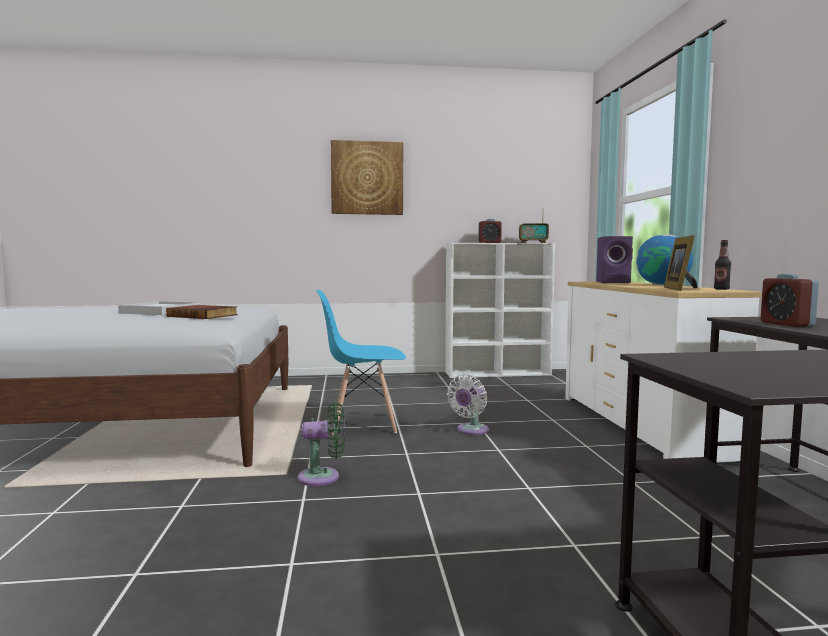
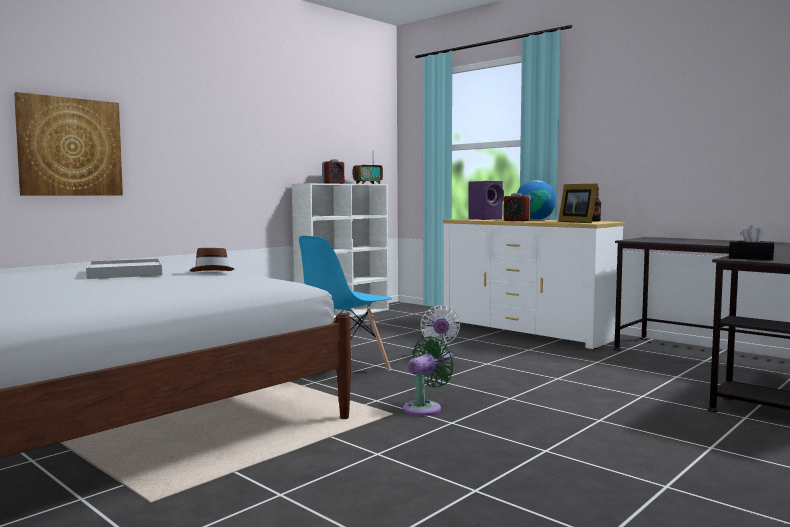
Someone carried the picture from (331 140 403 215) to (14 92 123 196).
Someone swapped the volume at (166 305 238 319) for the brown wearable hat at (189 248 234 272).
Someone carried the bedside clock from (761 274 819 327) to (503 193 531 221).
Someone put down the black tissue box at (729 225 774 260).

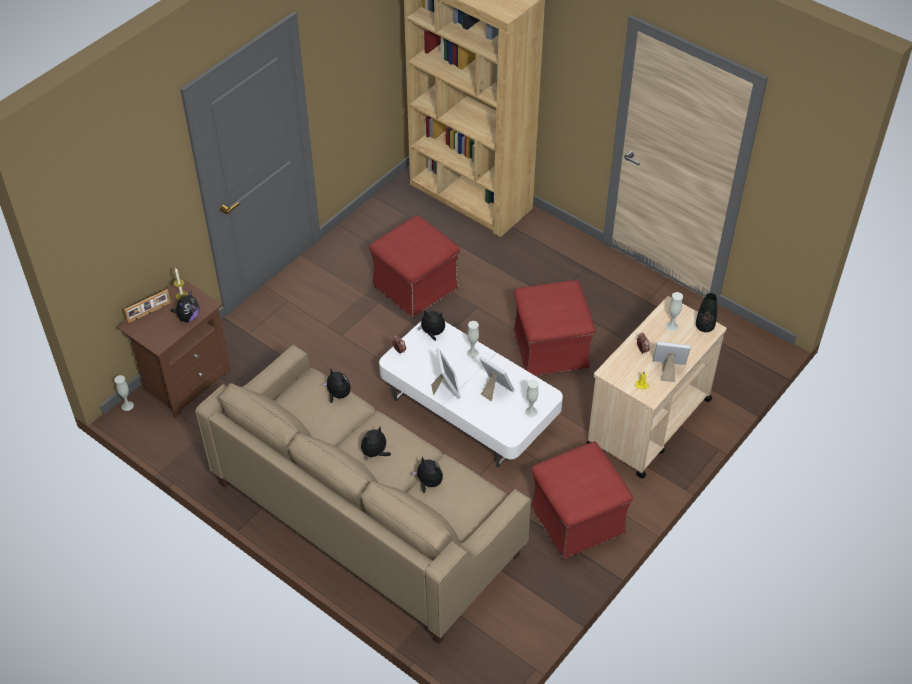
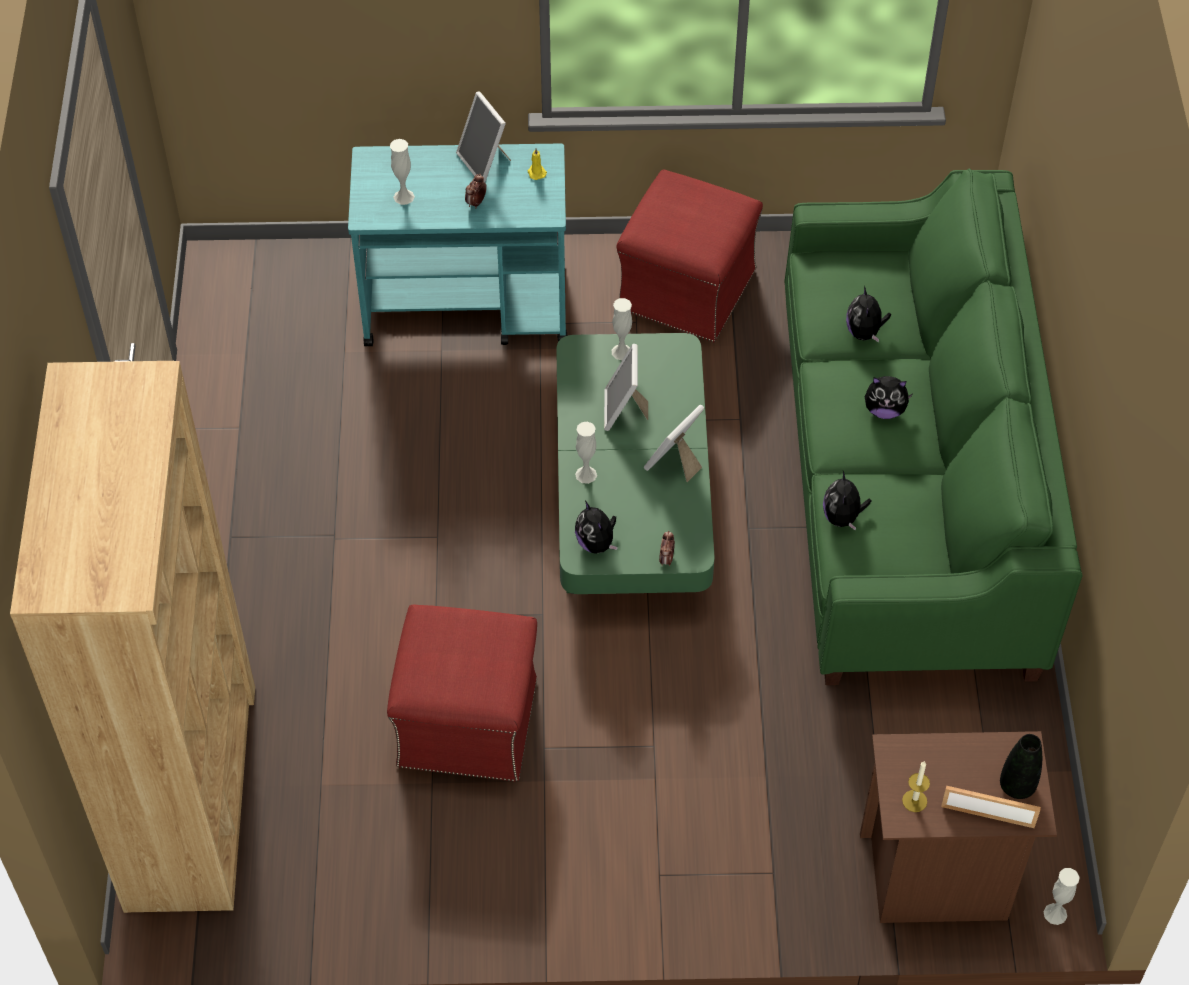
Someone repainted the sand-coloured cart at (586 296 727 478), which became the turquoise-coloured cart at (348 144 568 346).
Someone repainted the white-coloured coffee table at (379 321 563 467), which became the green-coloured coffee table at (556 333 714 594).
Someone repainted the sand-coloured sofa at (195 345 531 644), which became the green-coloured sofa at (784 168 1082 685).
Someone carried the black decorative vase from (696 293 717 332) to (1000 734 1042 799).
Someone took away the cuddly toy at (171 291 199 322).
Someone took away the reddish pouffe at (513 280 595 376).

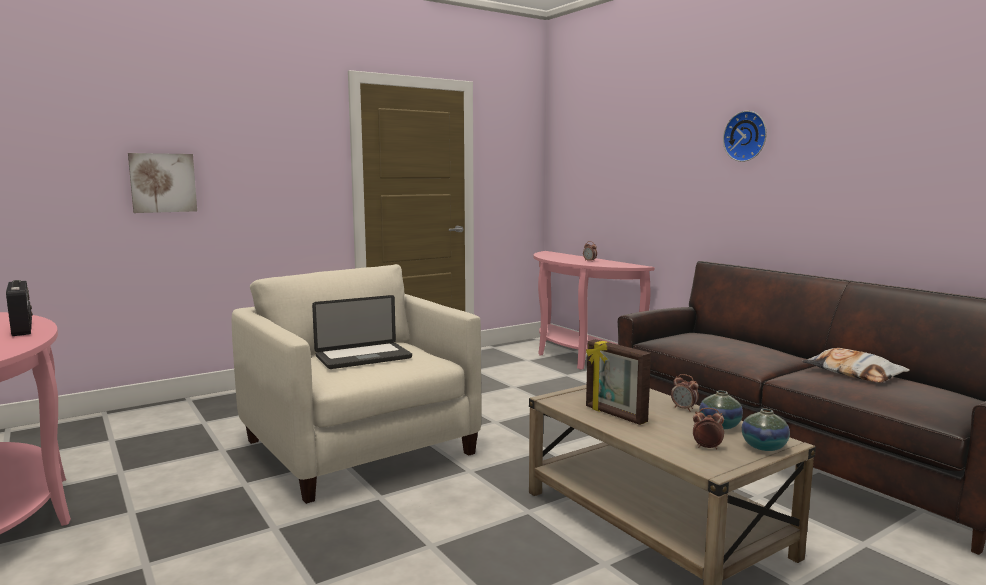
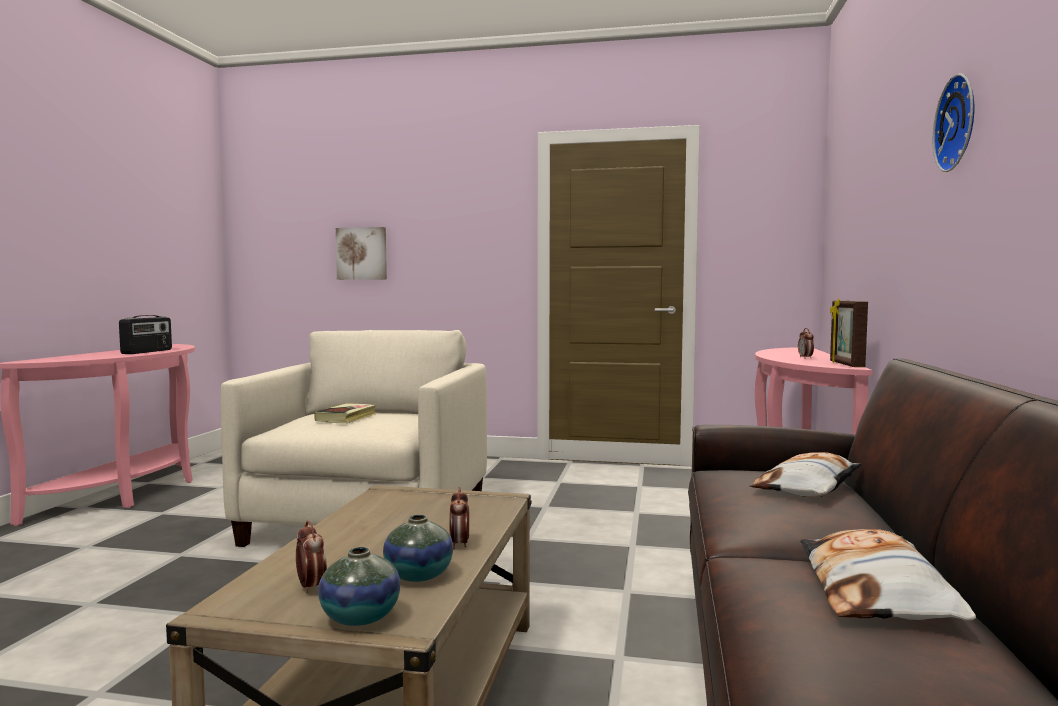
Someone swapped the portable computer at (312 295 412 369) for the volume at (314 403 376 423).
Someone put down the cushion at (750 452 862 497).
Someone carried the standing frame from (586 339 651 425) to (830 298 868 367).

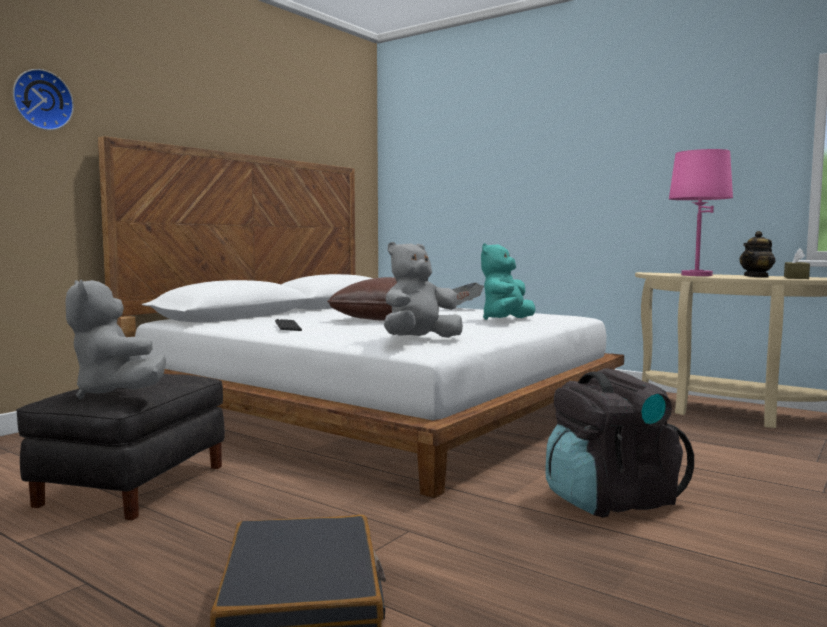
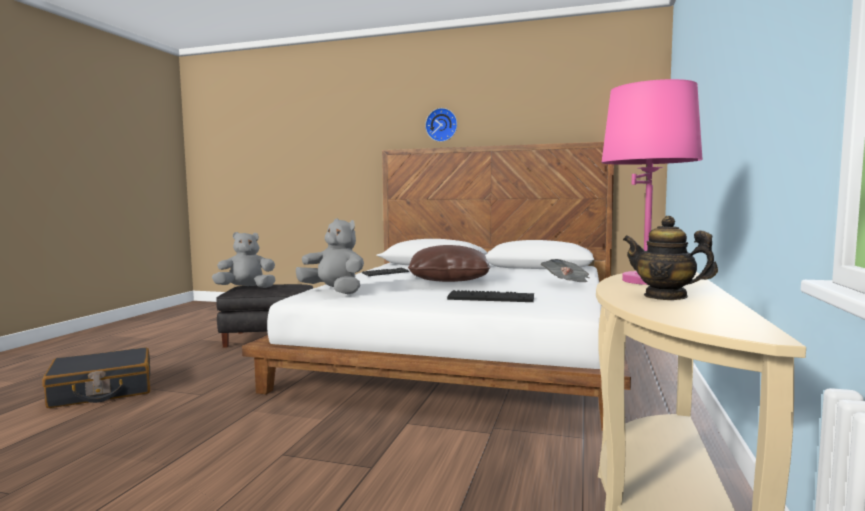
Someone rotated the grey cuddly toy at (65 280 166 399) by 45 degrees clockwise.
Someone carried the hanging clock from (13 69 74 130) to (425 108 457 142).
Someone swapped the turquoise-coloured cuddly toy at (481 243 536 320) for the computer keyboard at (447 290 534 302).
Someone took away the black knapsack at (545 368 694 518).
Someone took away the brown tissue box at (784 248 810 279).

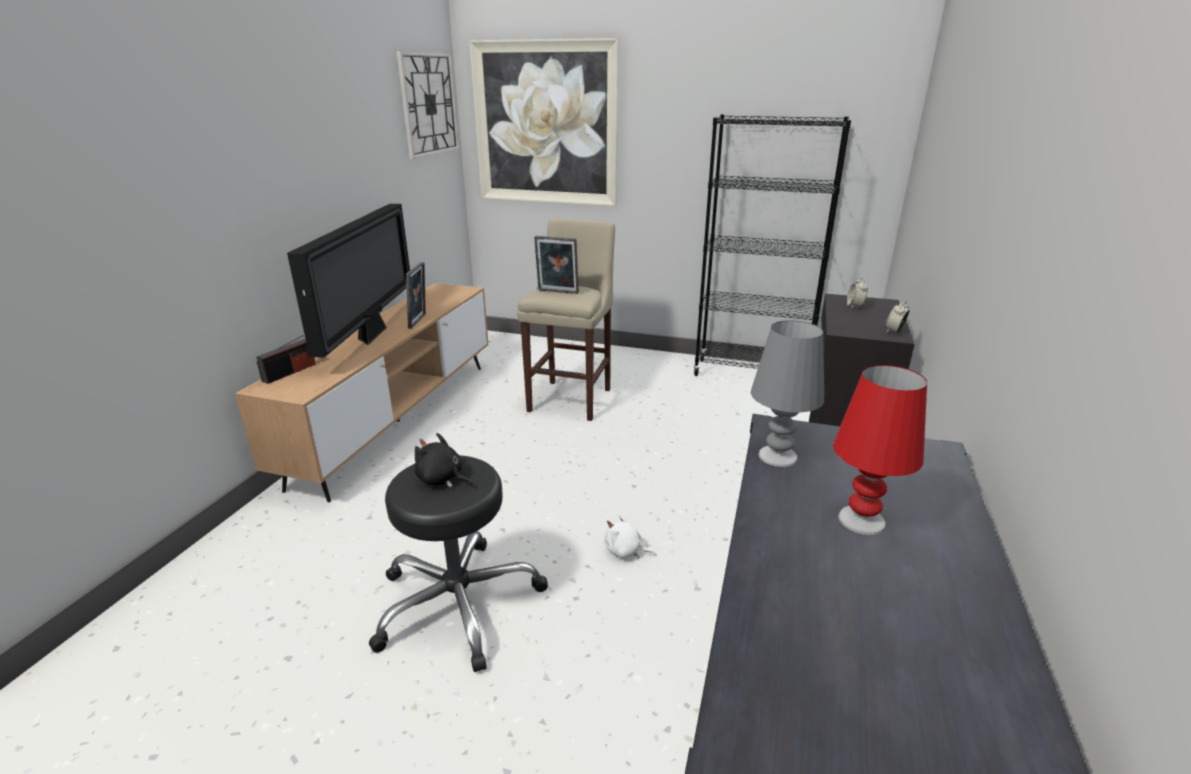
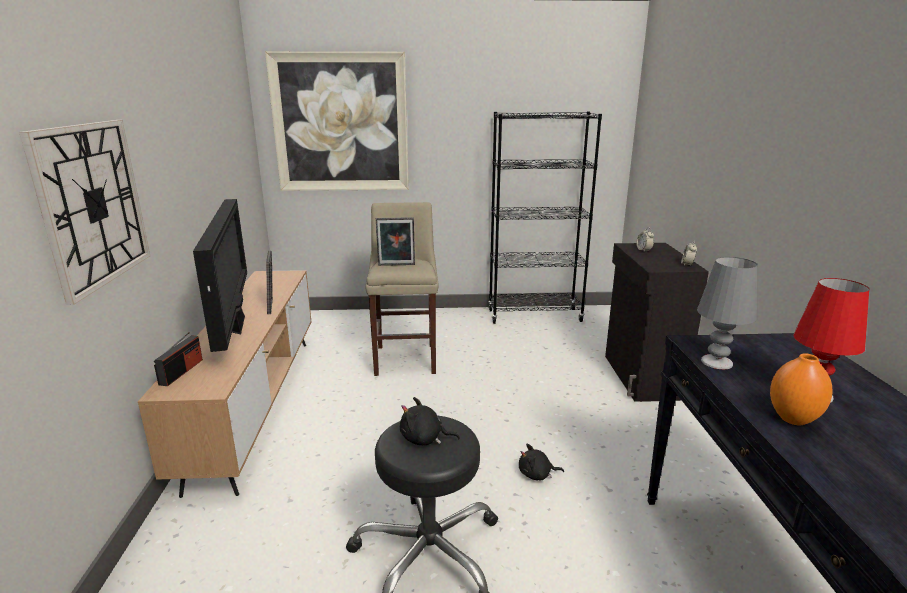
Someone carried the hanging clock from (397 51 459 159) to (19 120 150 305).
Someone repainted the white-coloured cuddly toy at (605 514 657 558), which became the black cuddly toy at (519 444 564 480).
Someone put down the orange-coloured decorative vase at (770 353 833 425).

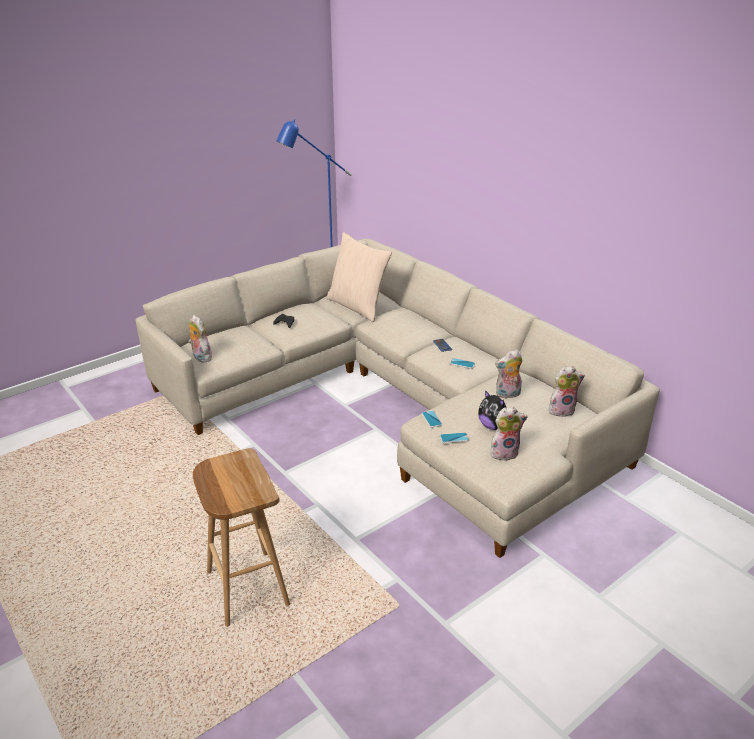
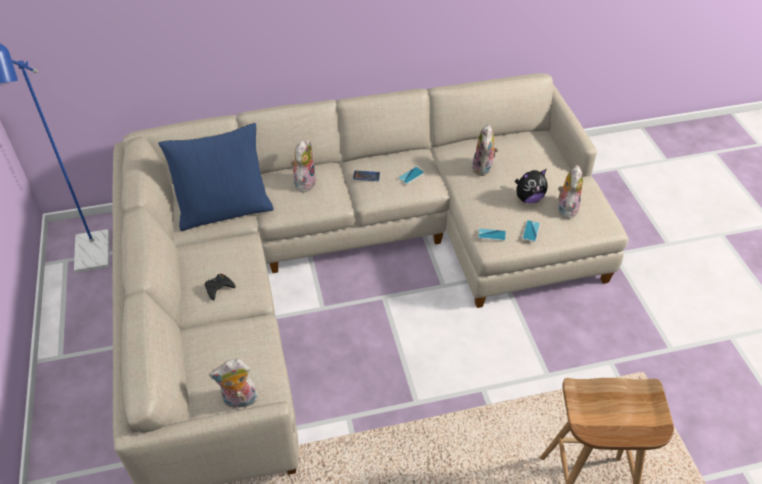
Someone repainted the sand-coloured cushion at (326 232 392 322), which became the blue-coloured cushion at (158 123 274 231).
Someone carried the cuddly toy from (549 366 585 417) to (291 140 316 192).

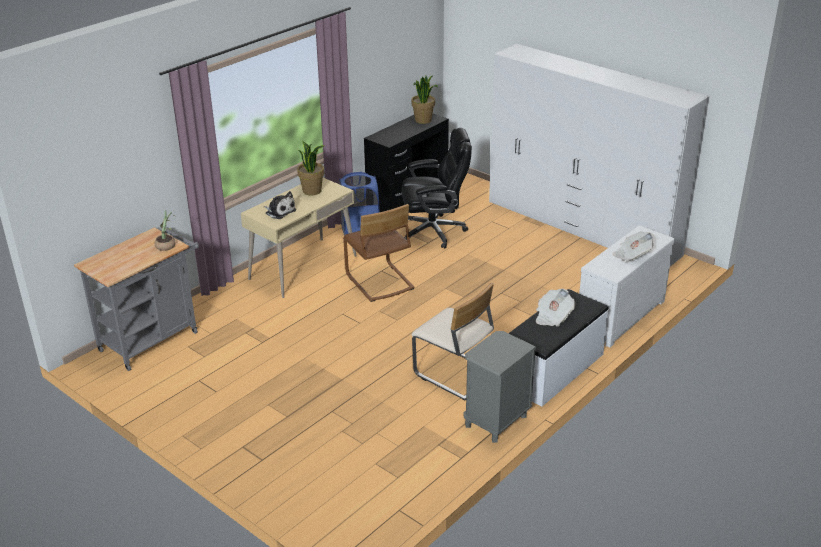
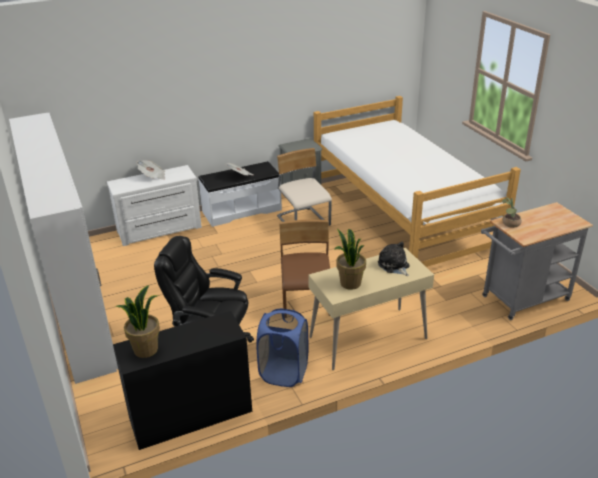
Someone put down the bedroom bed at (314 96 521 267).

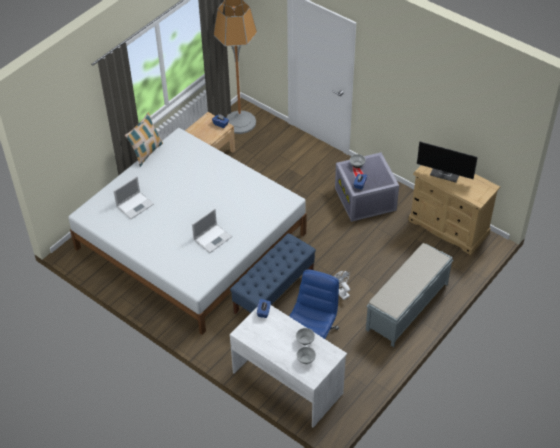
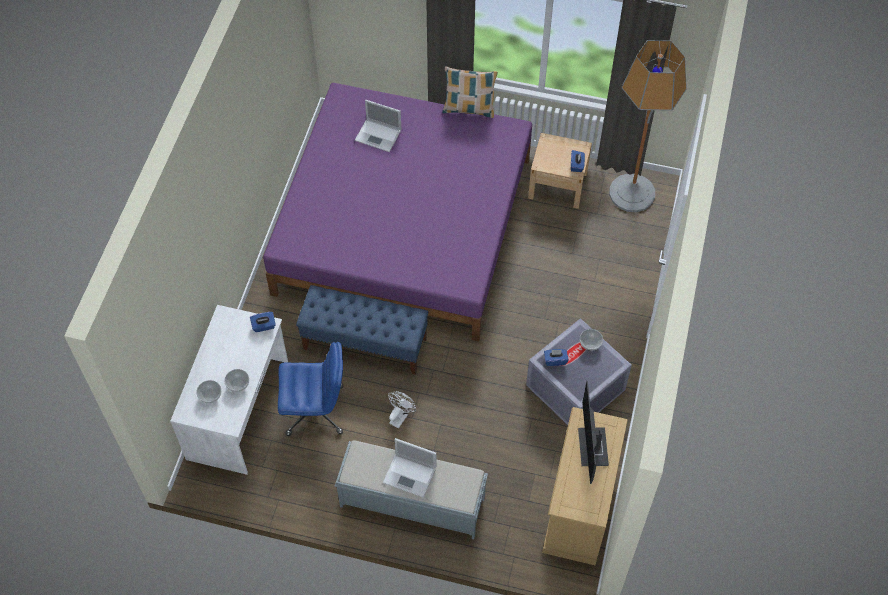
Someone repainted the white-coloured bedroom bed at (68 128 307 335), which became the purplish bedroom bed at (263 83 532 341).
Someone carried the portable computer from (192 208 232 253) to (383 438 437 498).

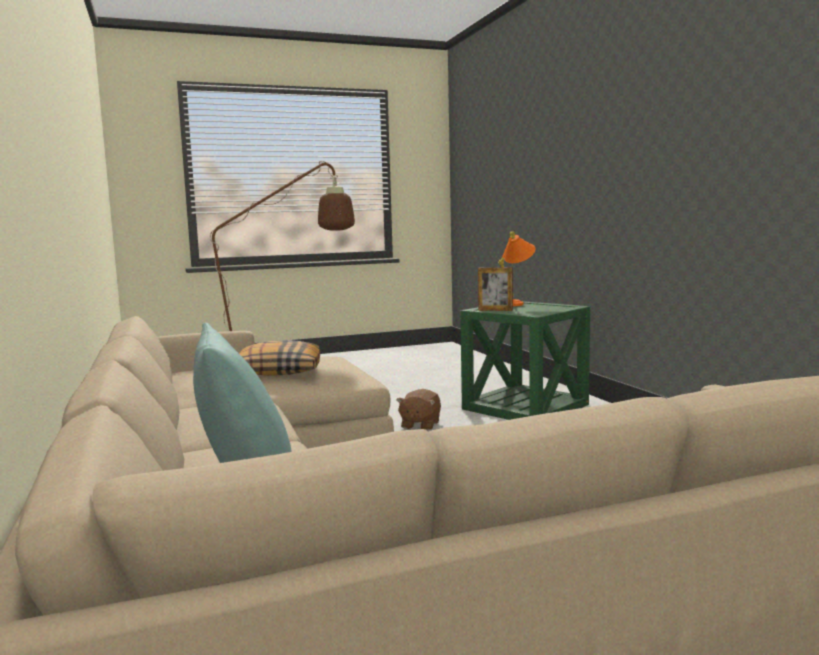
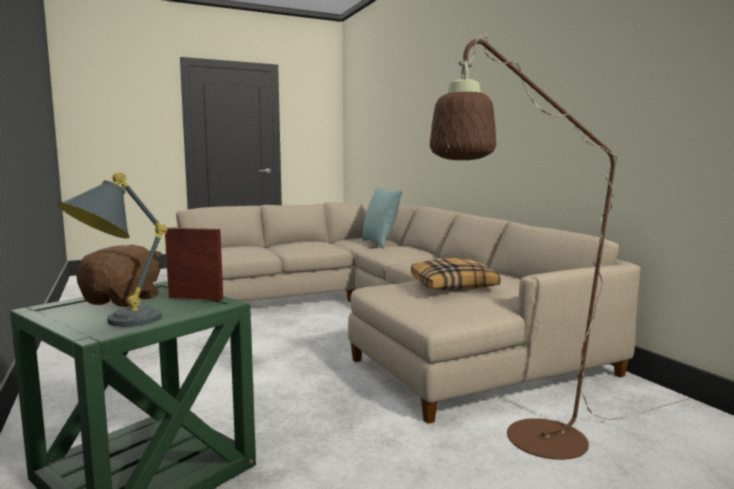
Someone repainted the orange-coloured lamp for a table at (498 231 536 306), which became the grey lamp for a table at (57 173 167 327).
Someone carried the brown cuddly toy from (396 389 441 431) to (76 244 161 307).

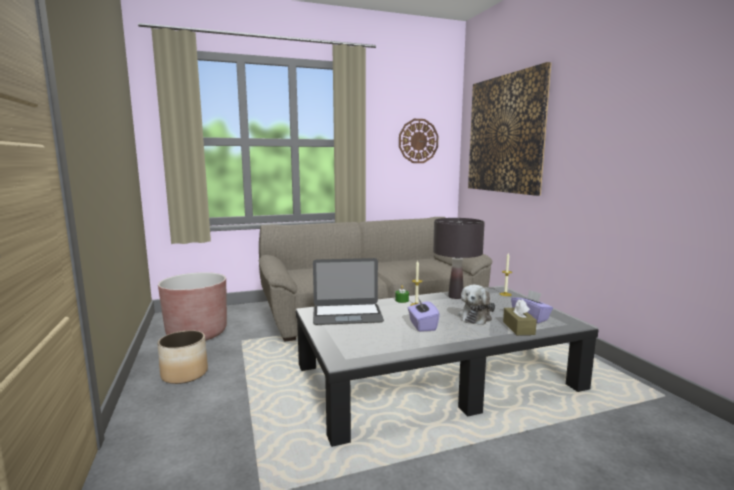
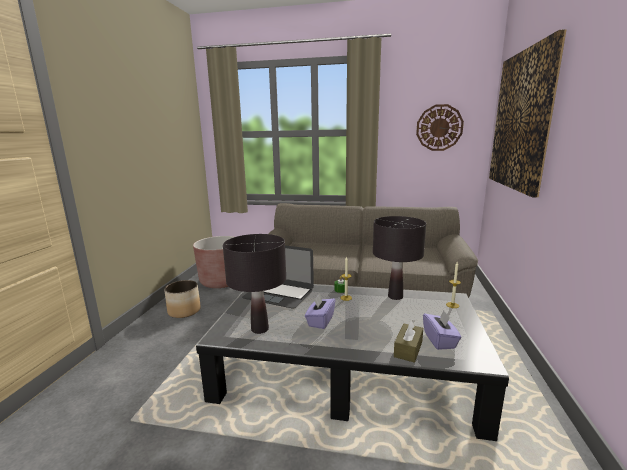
Someone put down the black lamp for a table at (223 234 286 334).
Someone took away the cuddly toy at (458 284 495 325).

